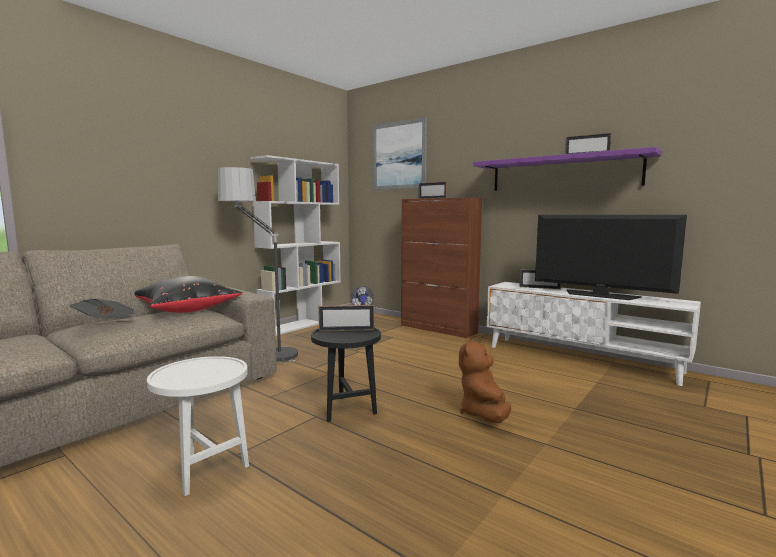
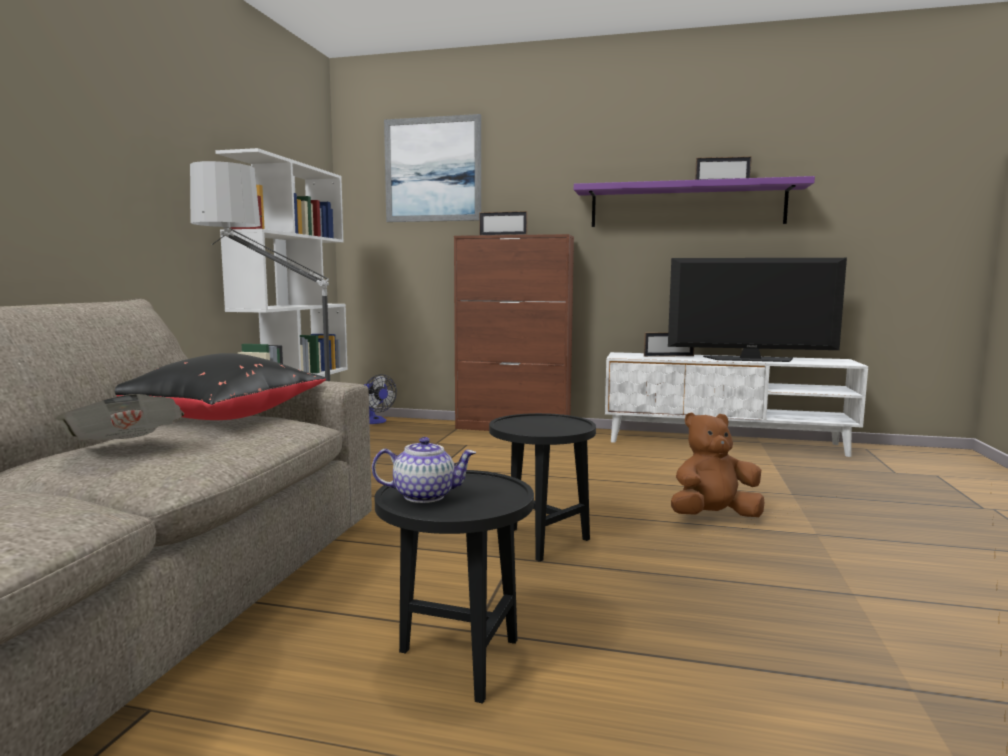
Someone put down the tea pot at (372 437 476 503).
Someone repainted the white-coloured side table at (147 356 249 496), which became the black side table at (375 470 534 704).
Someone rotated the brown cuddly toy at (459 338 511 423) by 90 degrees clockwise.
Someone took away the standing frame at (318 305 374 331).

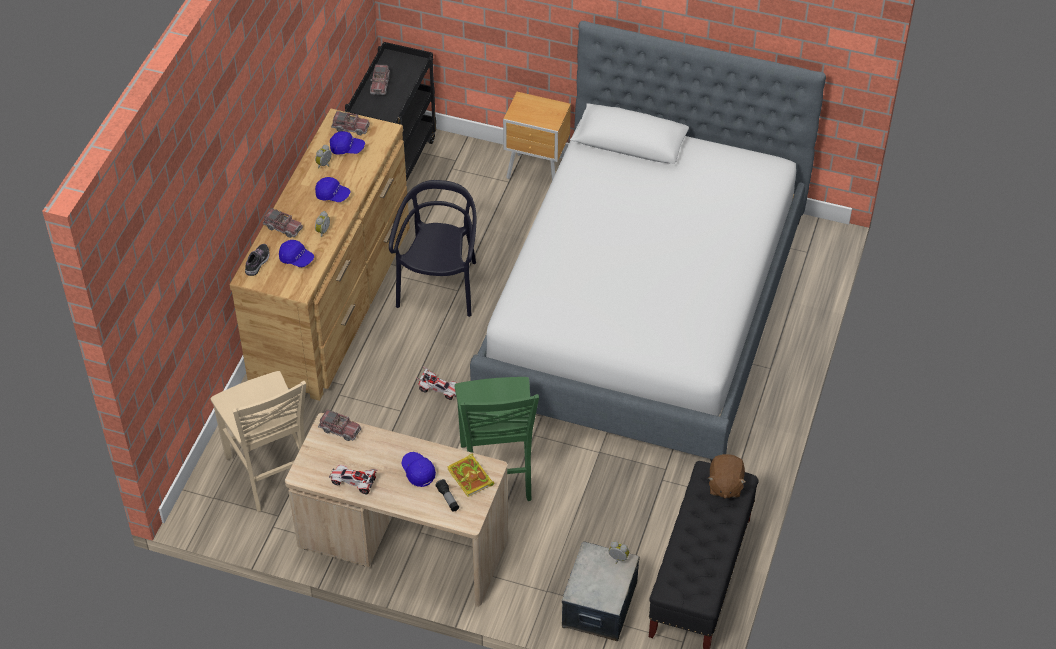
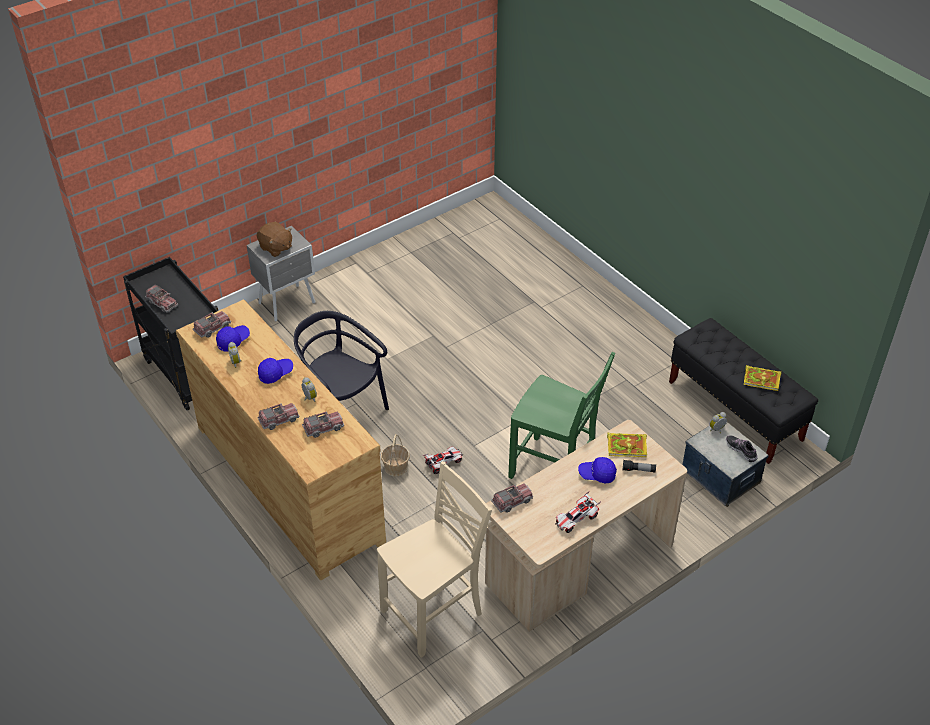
Someone repainted the brown bedside table at (503 92 571 180), which became the grey bedside table at (247 226 316 321).
Someone carried the brown cuddly toy from (708 454 746 499) to (257 222 292 257).
Someone swapped the blue-coloured peaked cap at (279 240 314 267) for the model truck at (302 411 344 438).
Someone rotated the sand-coloured chair at (211 371 306 512) by 45 degrees counterclockwise.
Someone put down the basket at (381 434 410 476).
Someone carried the item of footwear from (245 244 270 276) to (726 435 757 462).
Someone put down the volume at (744 365 781 391).
Someone took away the bedroom bed at (470 21 826 463).

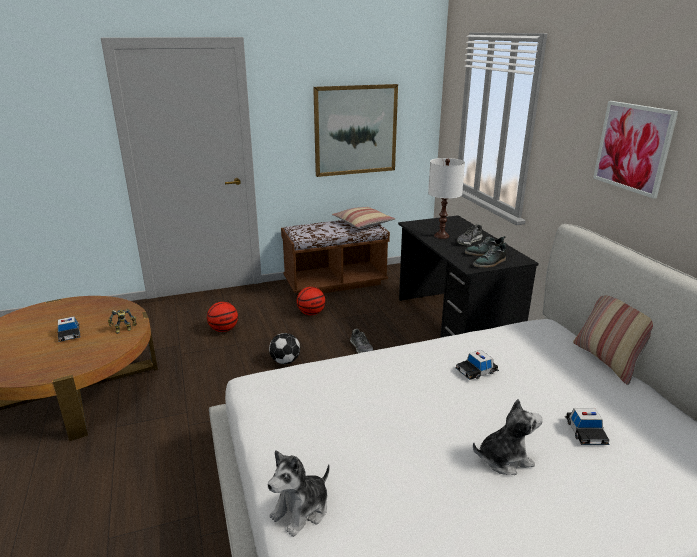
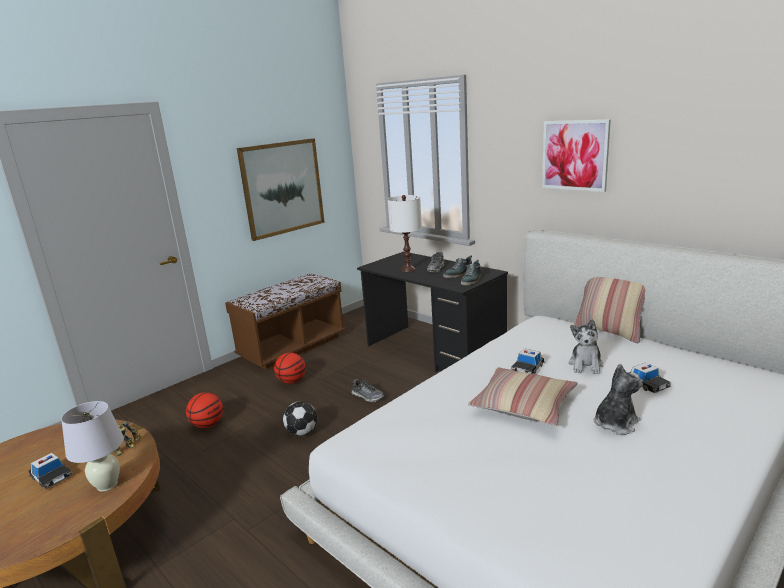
Someone put down the white-coloured lamp for a table at (61 401 124 492).
Someone carried the cushion from (332 207 395 228) to (468 367 577 426).
Someone carried the cuddly toy from (268 450 330 537) to (569 319 603 374).

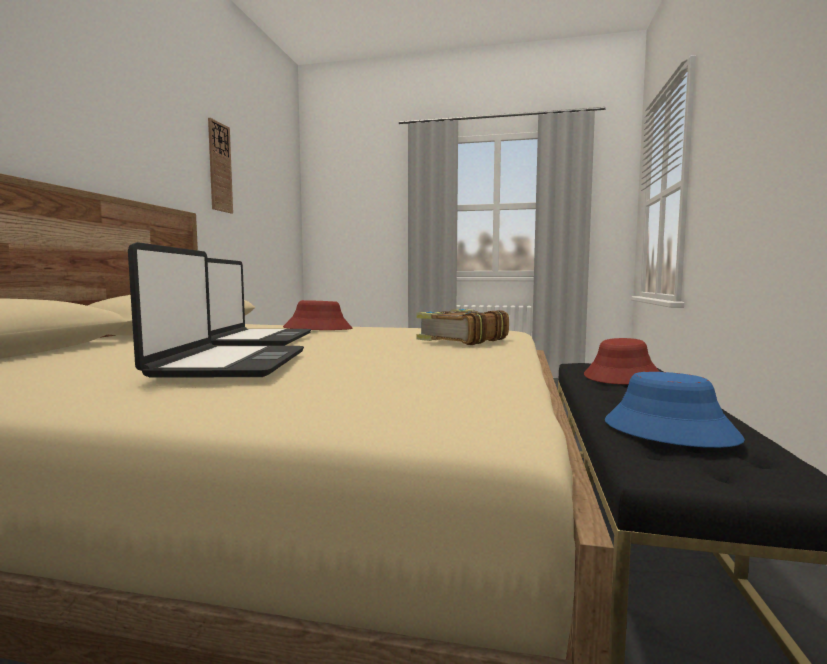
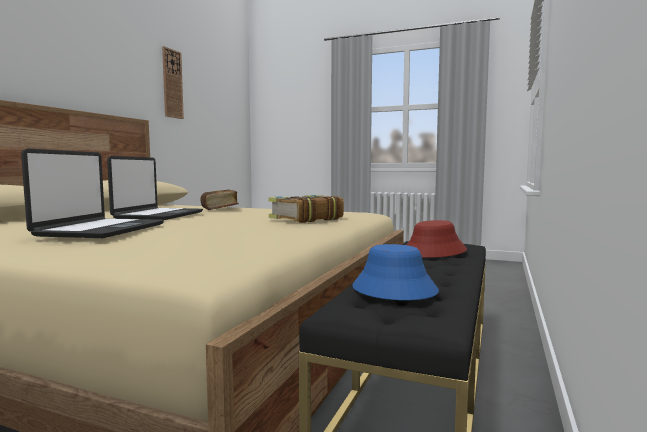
Someone swapped the reddish wearable hat at (283 300 353 330) for the volume at (200 190 239 210).

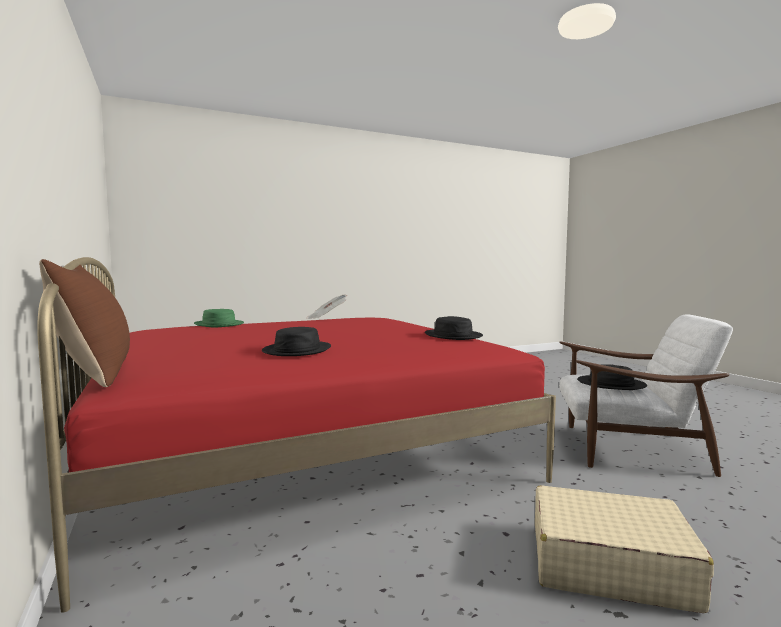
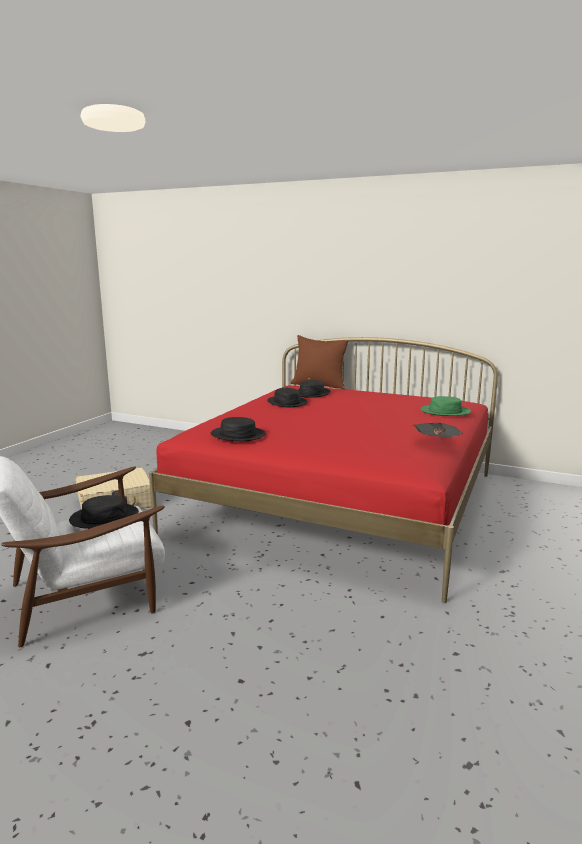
Someone put down the black wearable hat at (298 380 331 398).

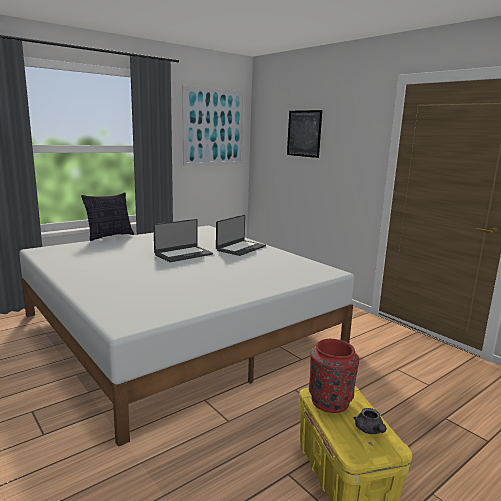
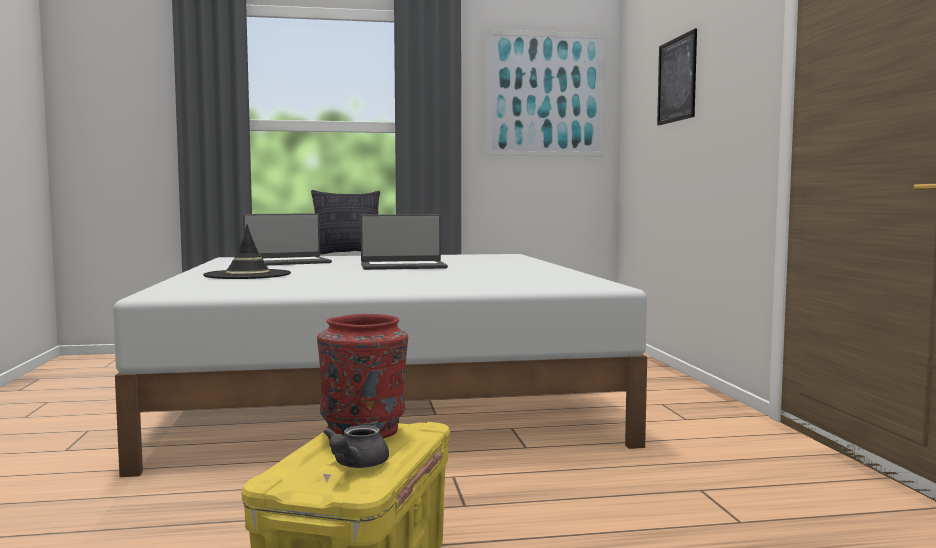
Someone put down the black wearable hat at (203 224 291 279).
Someone carried the portable computer from (216 215 266 256) to (243 213 332 265).

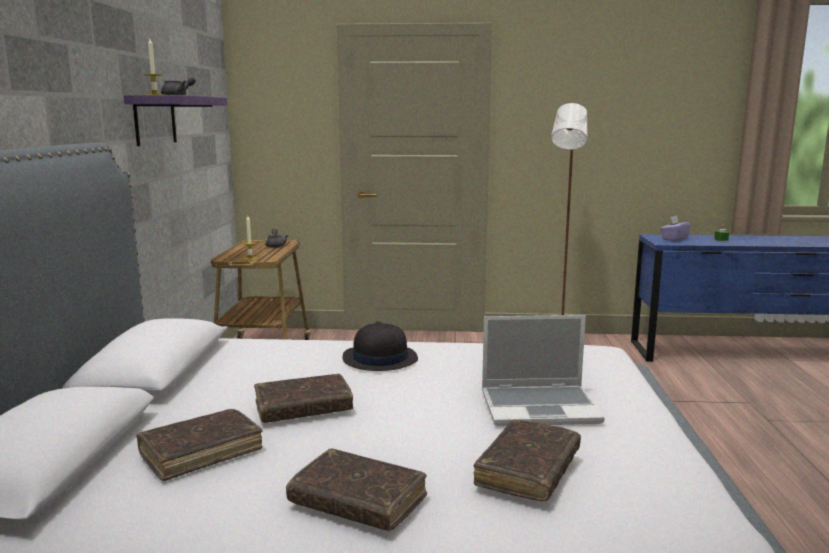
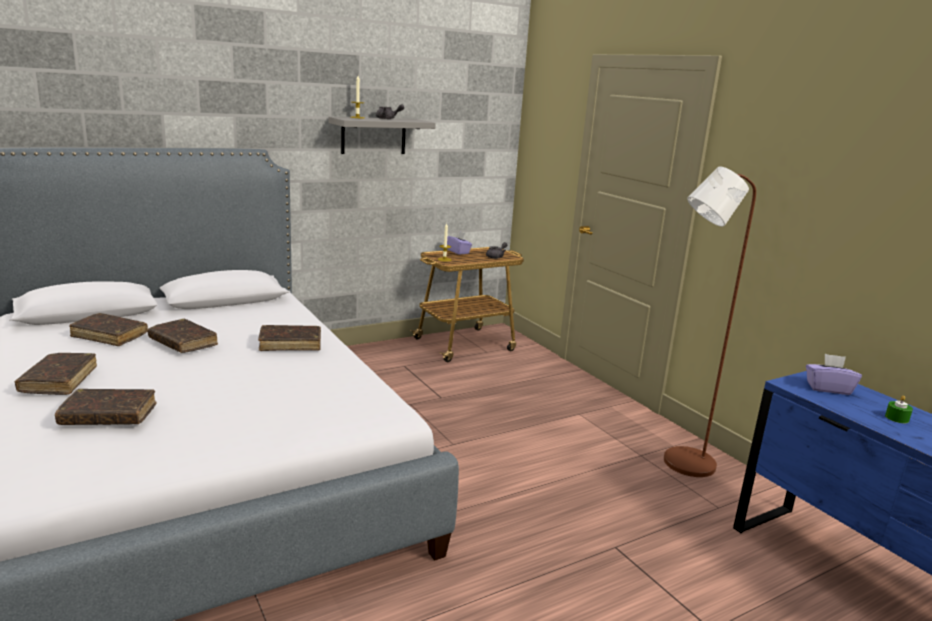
Someone swapped the black wearable hat at (342 321 418 371) for the brown volume at (258 325 321 351).
Someone repainted the purplish bracket shelf at (123 95 228 146), which became the grey bracket shelf at (328 117 436 154).
Someone put down the purplish tissue box at (447 232 472 255).
Someone took away the portable computer at (482 315 605 426).

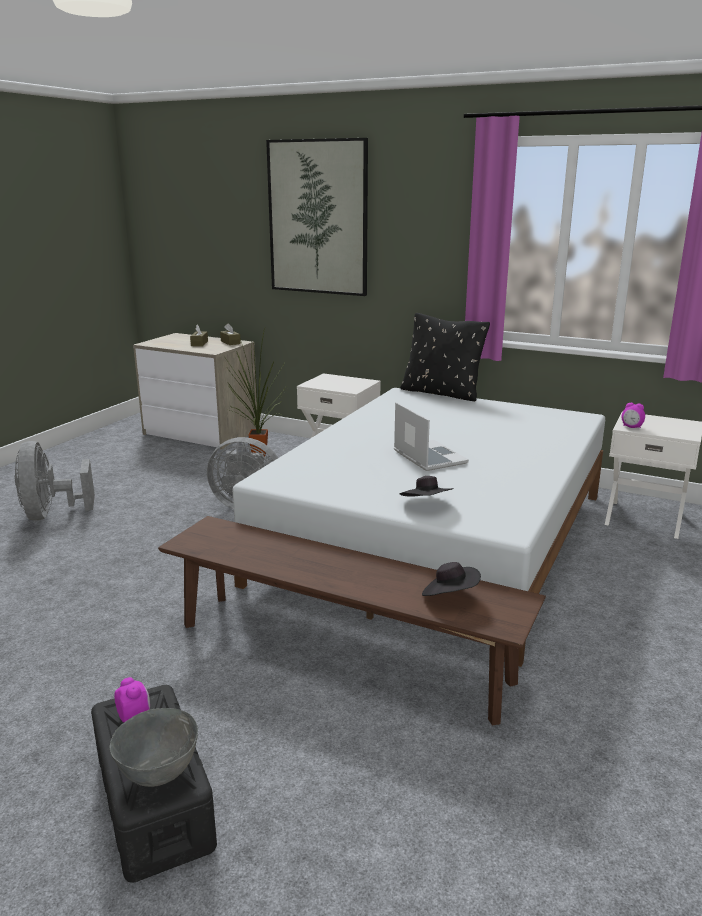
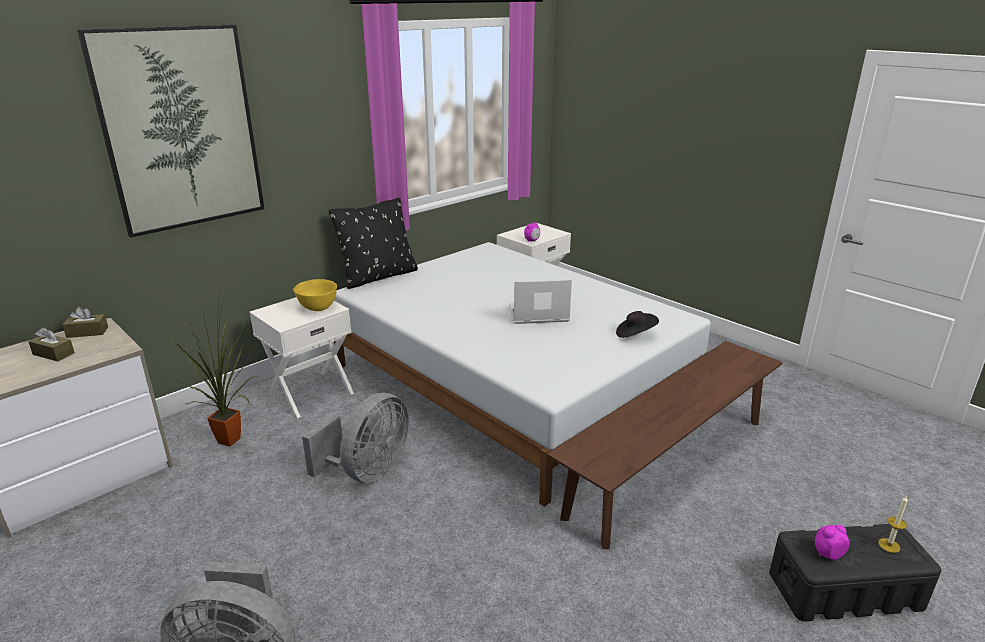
Someone put down the yellow bowl at (293 279 337 311).
Someone swapped the grey bowl at (109 708 198 787) for the wax candle at (878 497 908 553).
Someone took away the black wearable hat at (422 562 481 596).

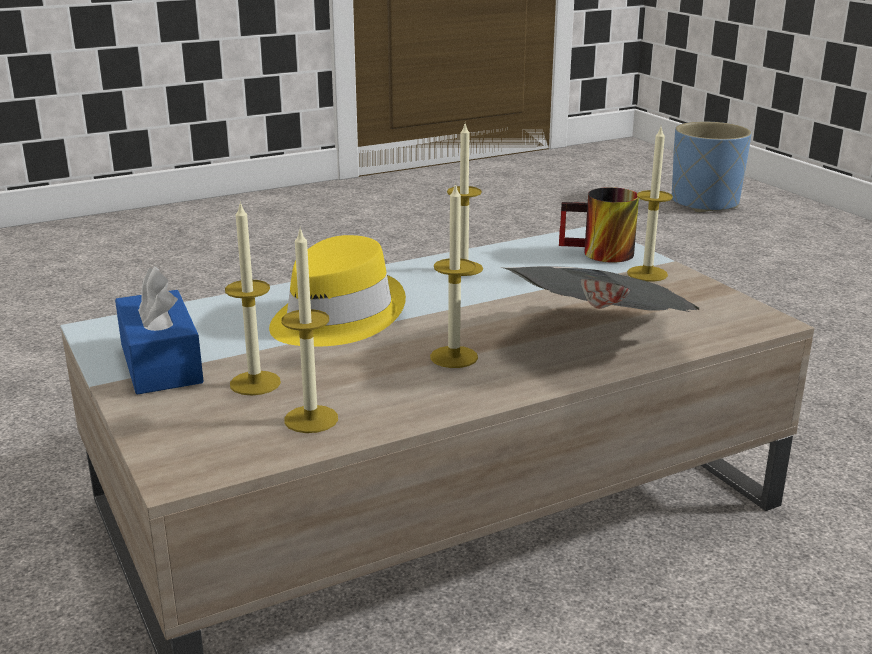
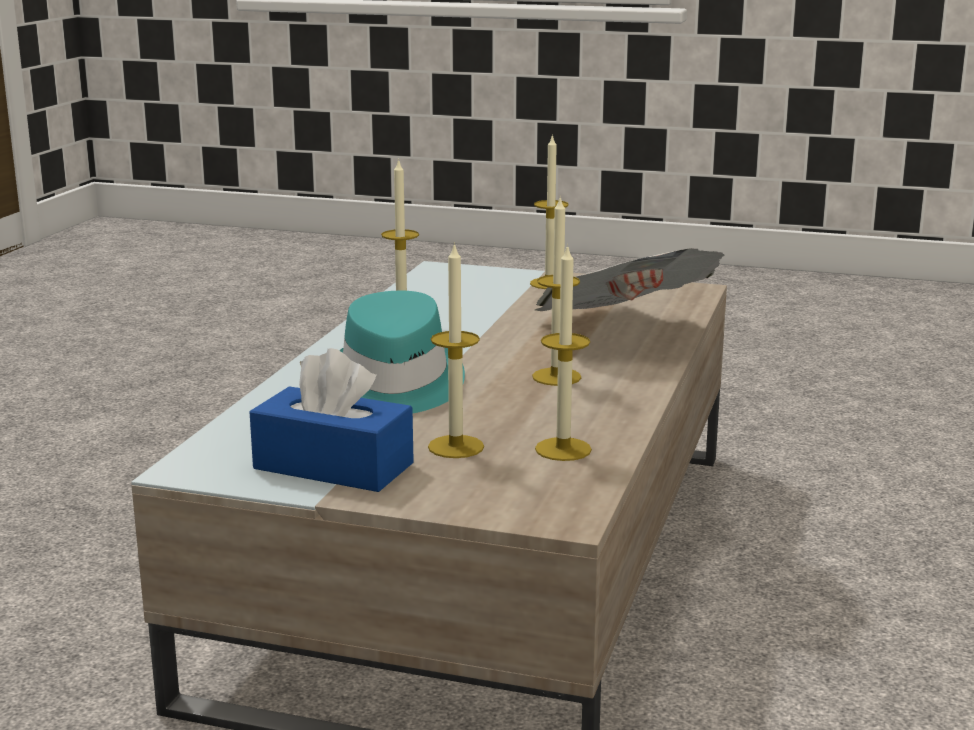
Someone repainted the yellow wearable hat at (269 235 406 347), which became the turquoise-coloured wearable hat at (339 291 465 413).
Someone took away the mug at (559 187 639 263).
Someone took away the blue-coloured plant pot at (672 122 752 212).

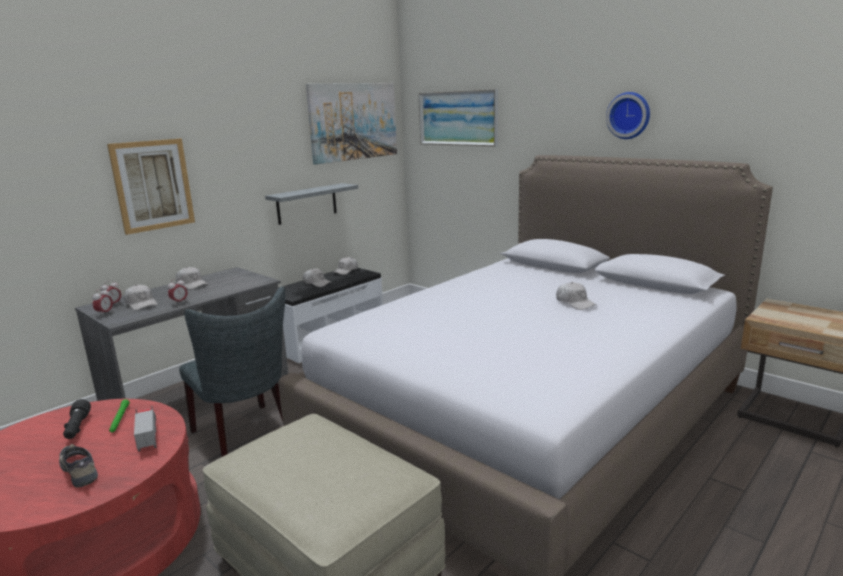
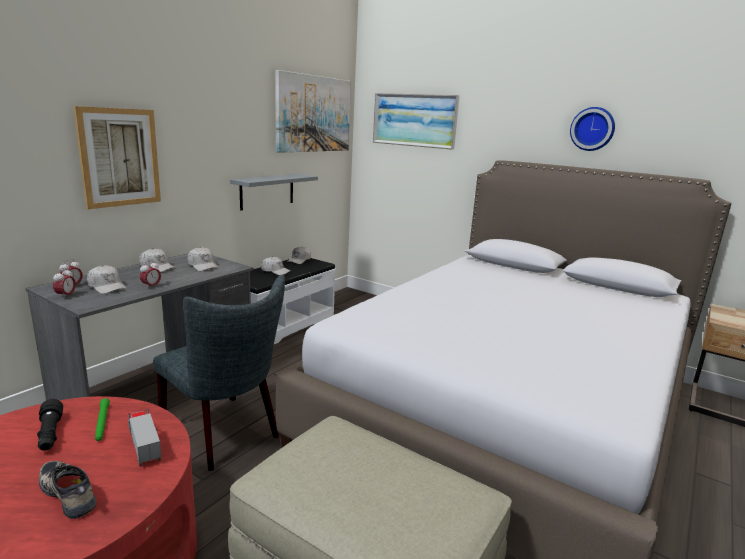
Someone carried the white-coloured peaked cap from (556 282 596 310) to (187 247 219 271).

